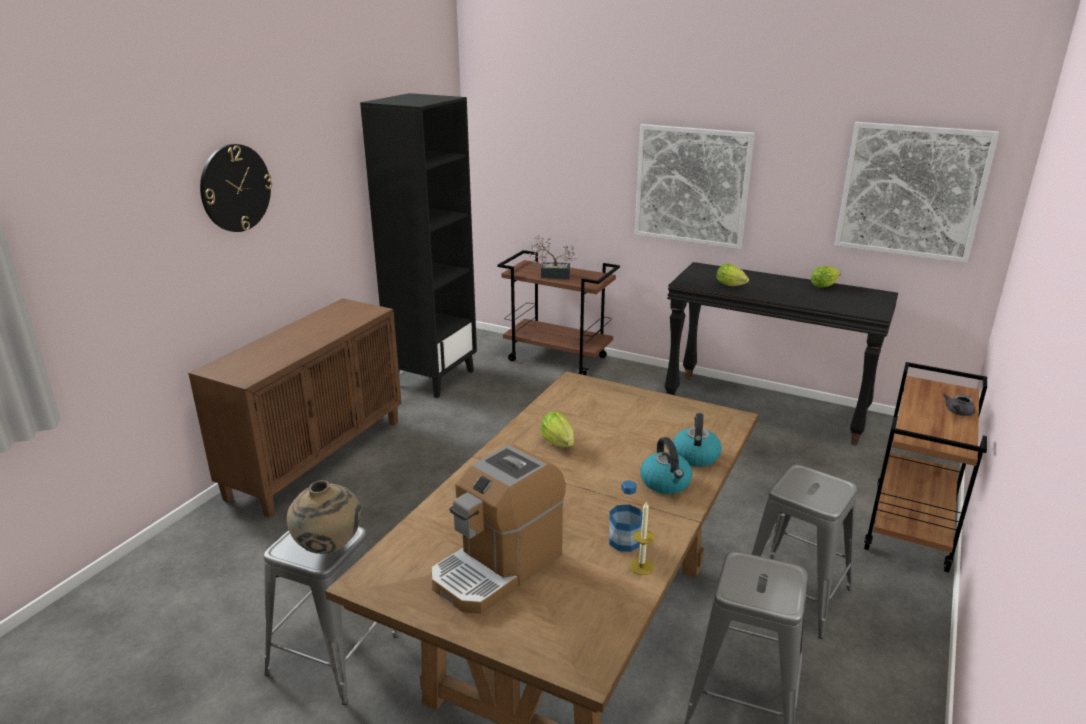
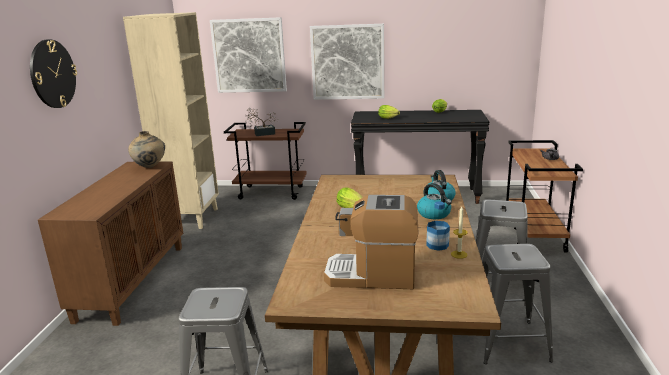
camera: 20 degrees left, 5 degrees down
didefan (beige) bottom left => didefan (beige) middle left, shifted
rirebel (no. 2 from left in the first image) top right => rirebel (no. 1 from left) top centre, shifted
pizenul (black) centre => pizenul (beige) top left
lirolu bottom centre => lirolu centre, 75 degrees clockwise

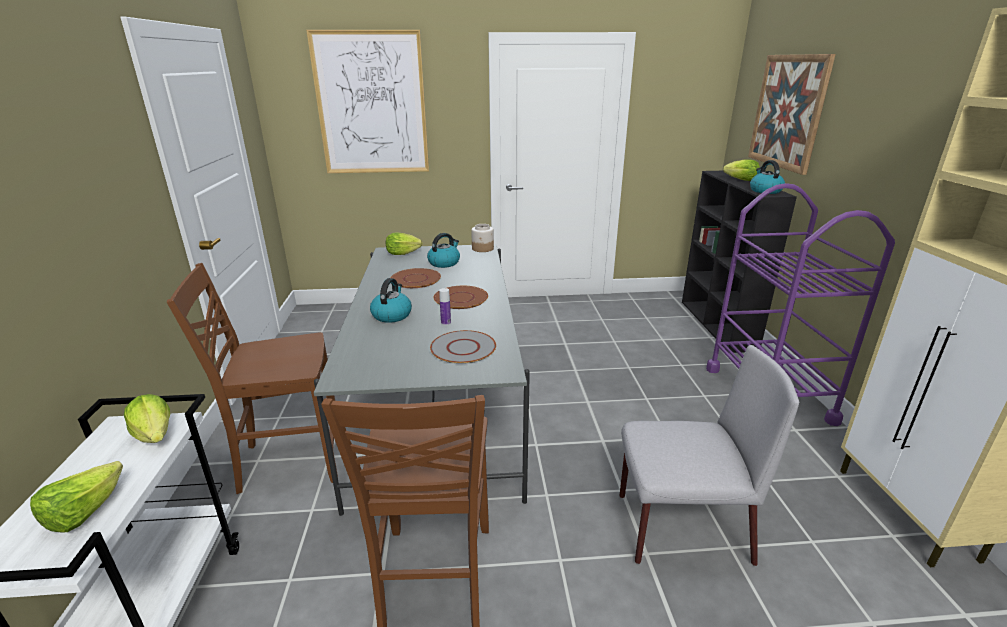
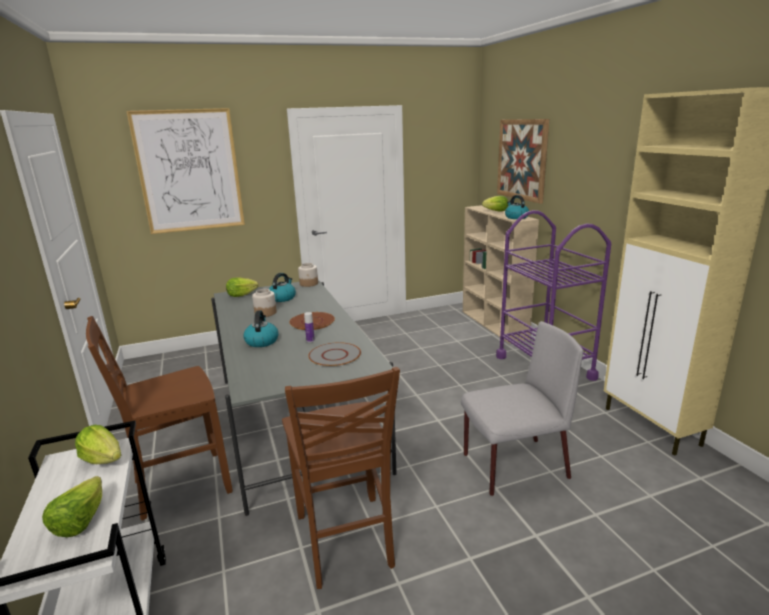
camera: 15 degrees left, 5 degrees down
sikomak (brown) (no. 1 from left) centre => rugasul (no. 1 from left) centre
pizenul (black) middle right => pizenul (beige) centre

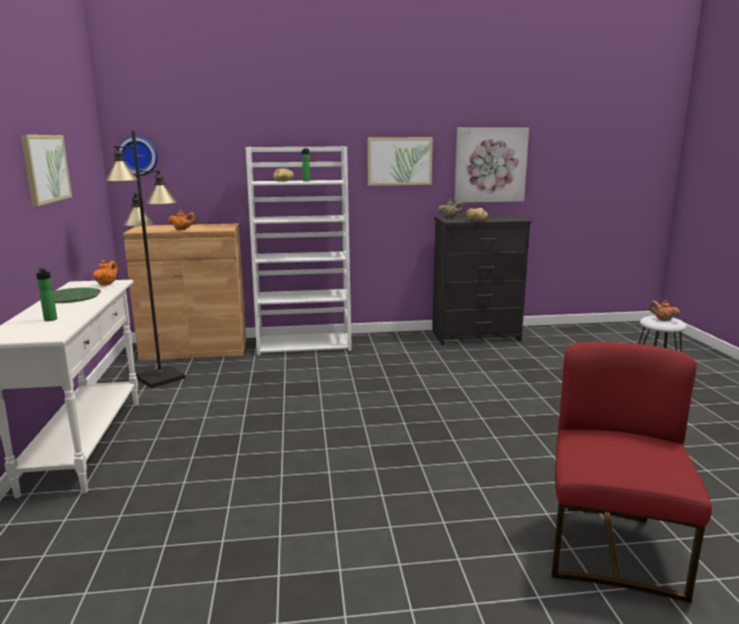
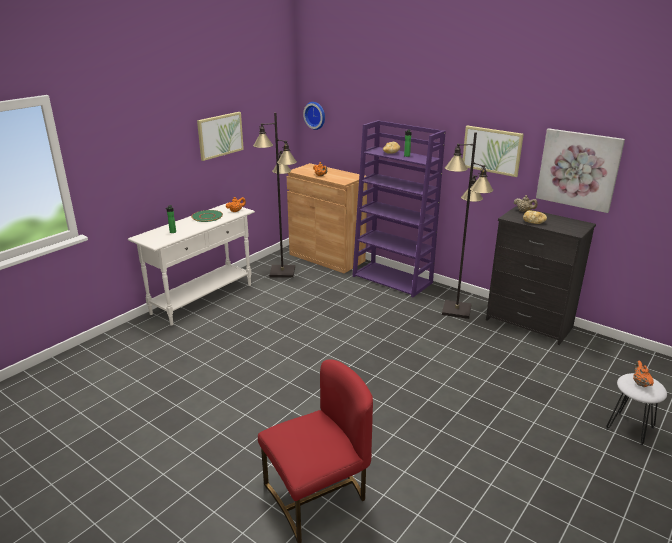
camera: 45 degrees right, 10 degrees up
nothing => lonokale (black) (no. 2 from left) middle right
pizenul (white) centre => pizenul (purple) centre

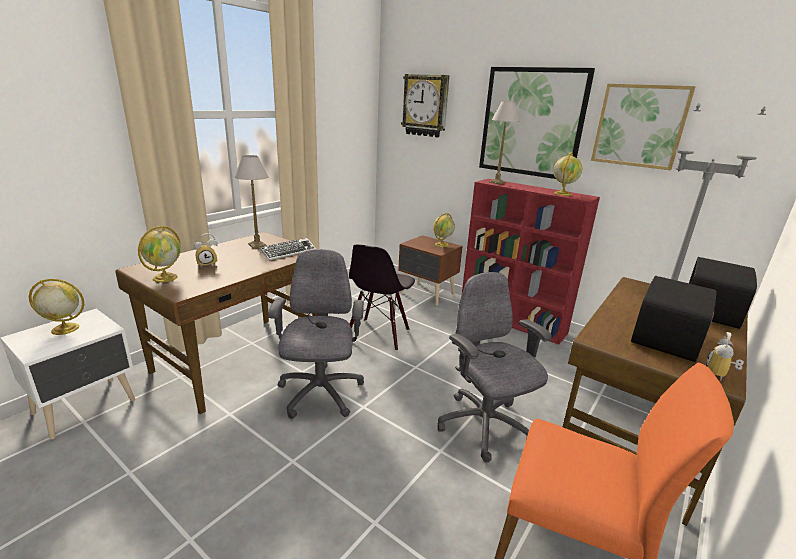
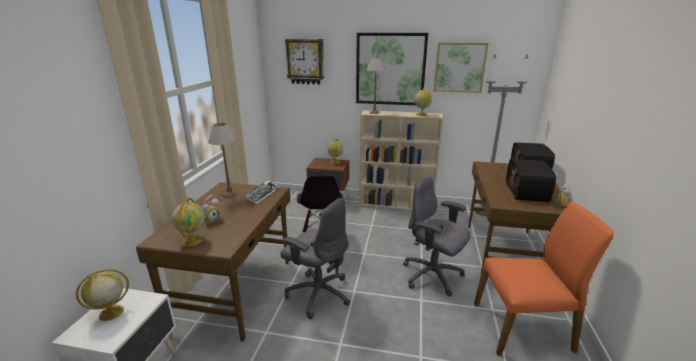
camera: 25 degrees left, 0 degrees up
pizenul (red) middle right => pizenul (beige) centre
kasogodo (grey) (no. 1 from left) centre => kasogodo (grey) (no. 1 from left) bottom centre, 150 degrees clockwise

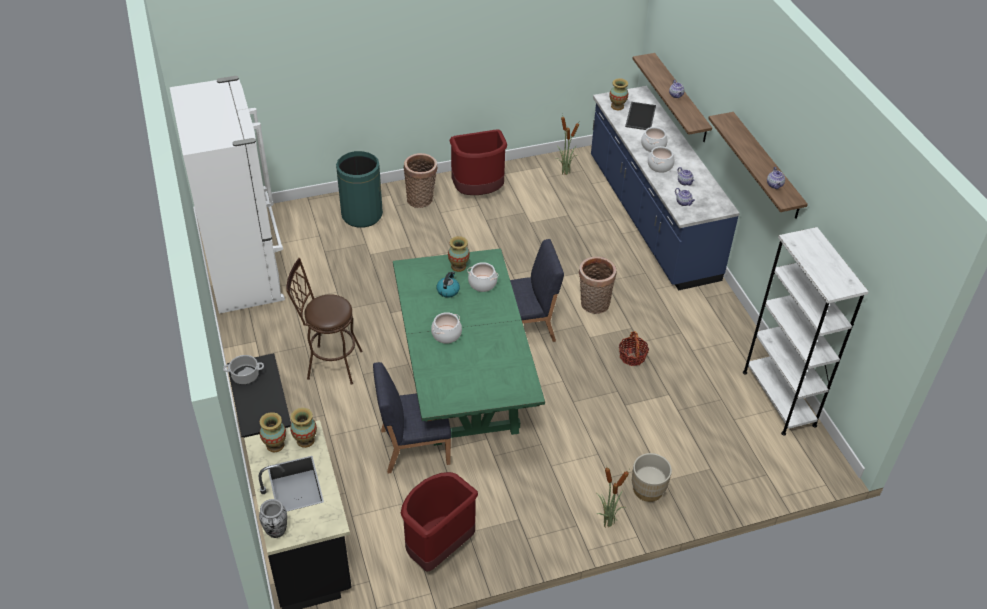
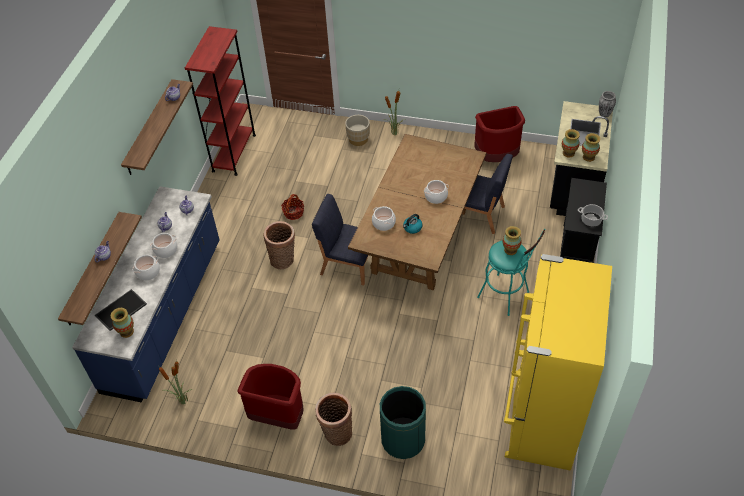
camera: 145 degrees left, 5 degrees up
didefan (no. 4 from left in the first image) centre => didefan (no. 2 from left) middle right, shifted
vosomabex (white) top left => vosomabex (yellow) bottom right
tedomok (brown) middle left => tedomok (turquoise) middle right
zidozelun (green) centre => zidozelun (brown) centre
pizenul (white) middle right => pizenul (red) top left

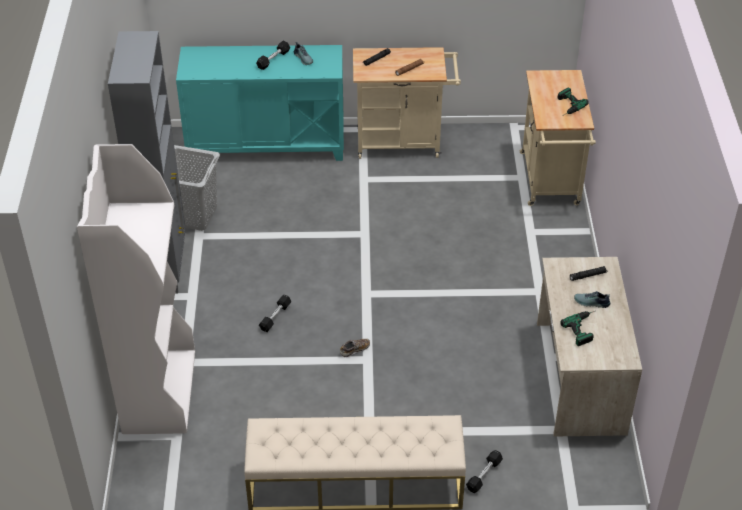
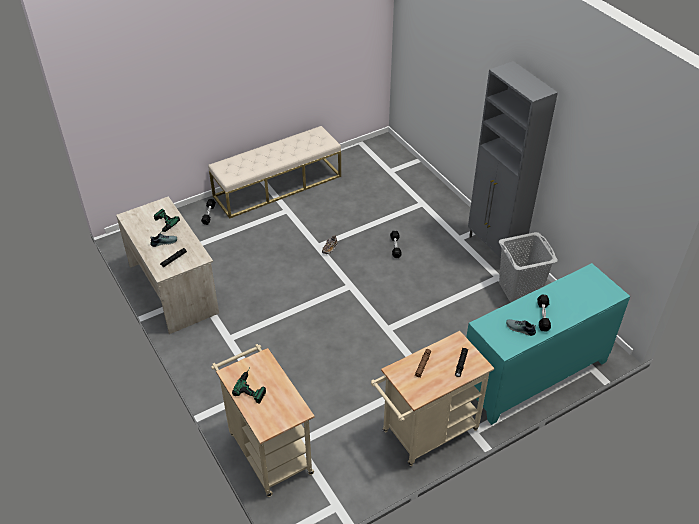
camera: 150 degrees right, 0 degrees up
pizenul (white) middle left => nothing

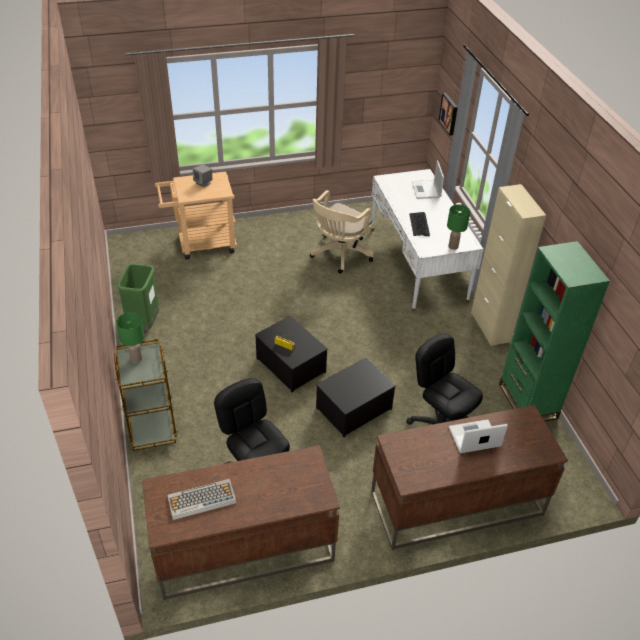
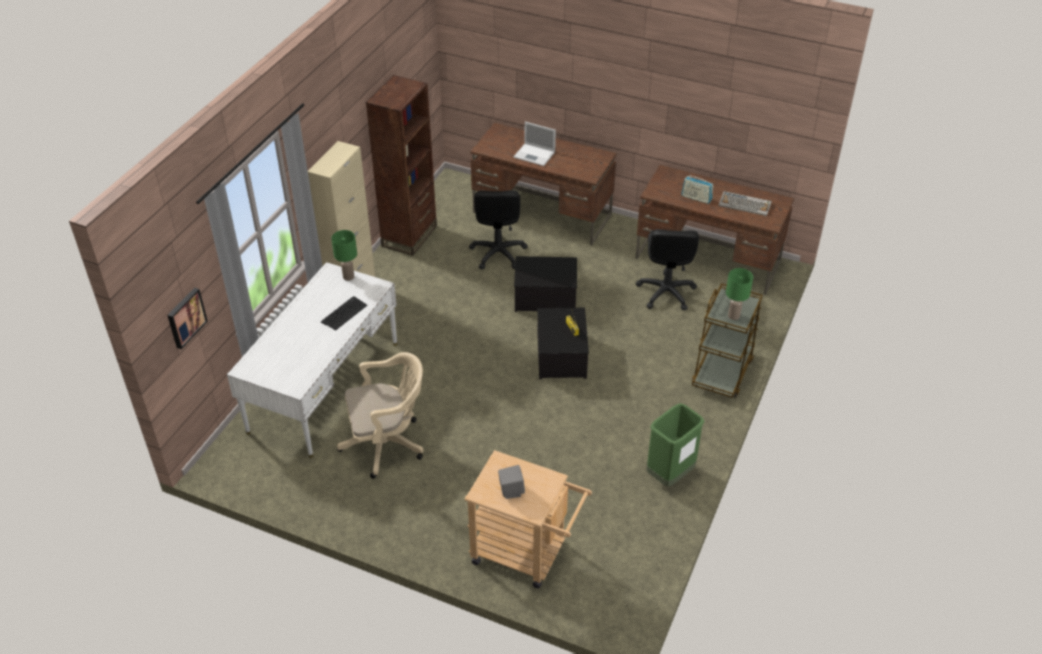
camera: 140 degrees left, 0 degrees up
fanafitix (no. 1 from left) top right => nothing
nothing => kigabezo (no. 2 from left) top right
pizenul (green) middle right => pizenul (brown) top centre

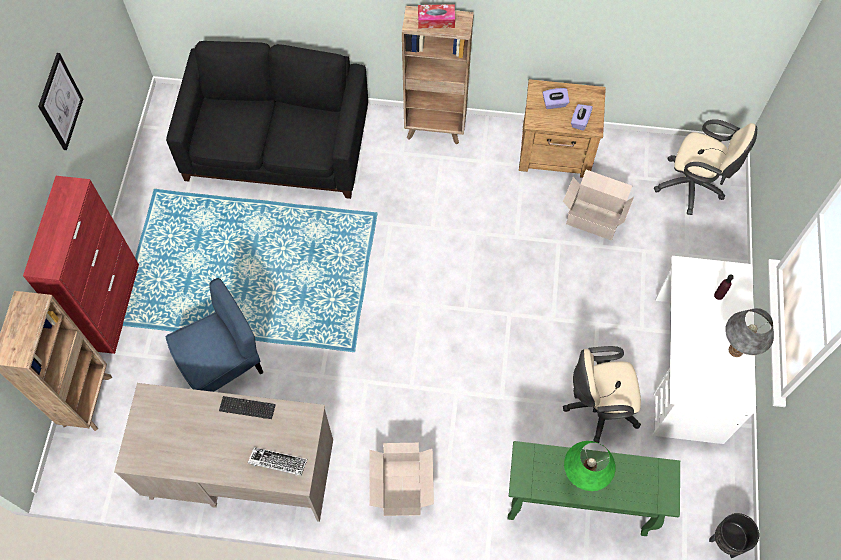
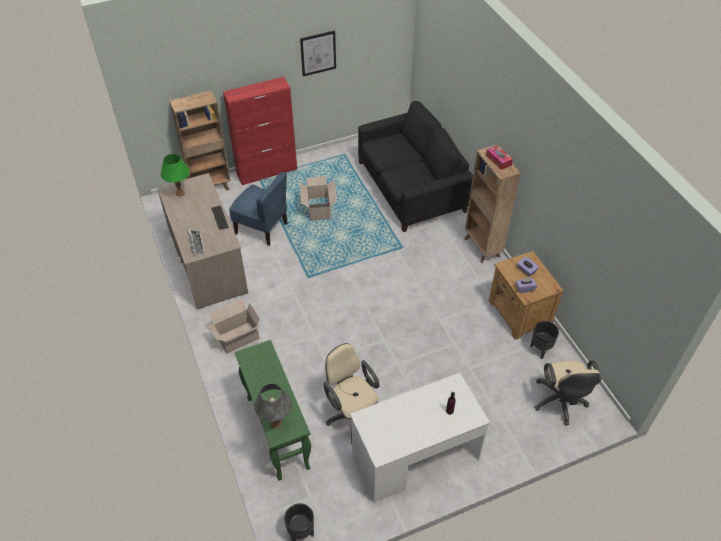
camera: 60 degrees right, 15 degrees down
nothing => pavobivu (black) (no. 2 from left) middle right
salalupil (no. 2 from left) middle right => salalupil (no. 2 from left) centre, shifted
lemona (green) bottom right => lemona (green) top left, shifted
lemona (grey) middle right => lemona (grey) bottom centre, shifted

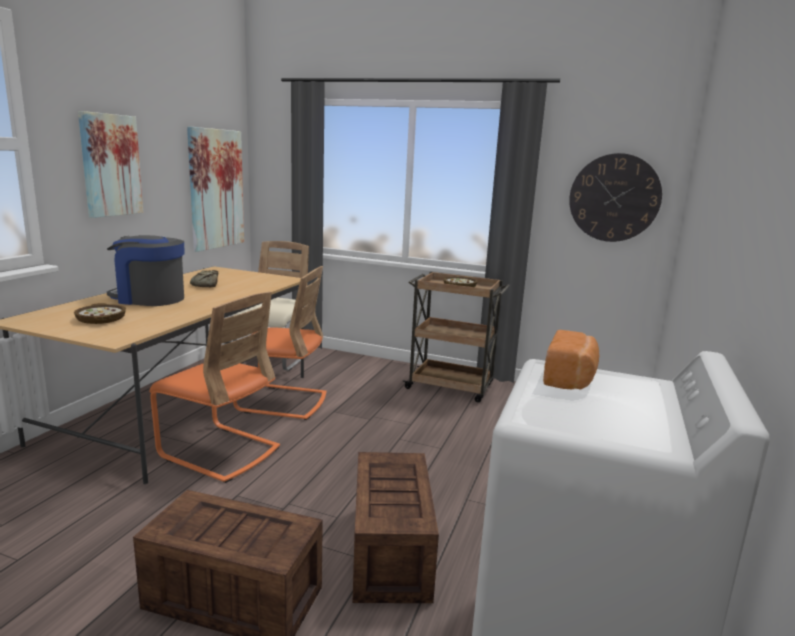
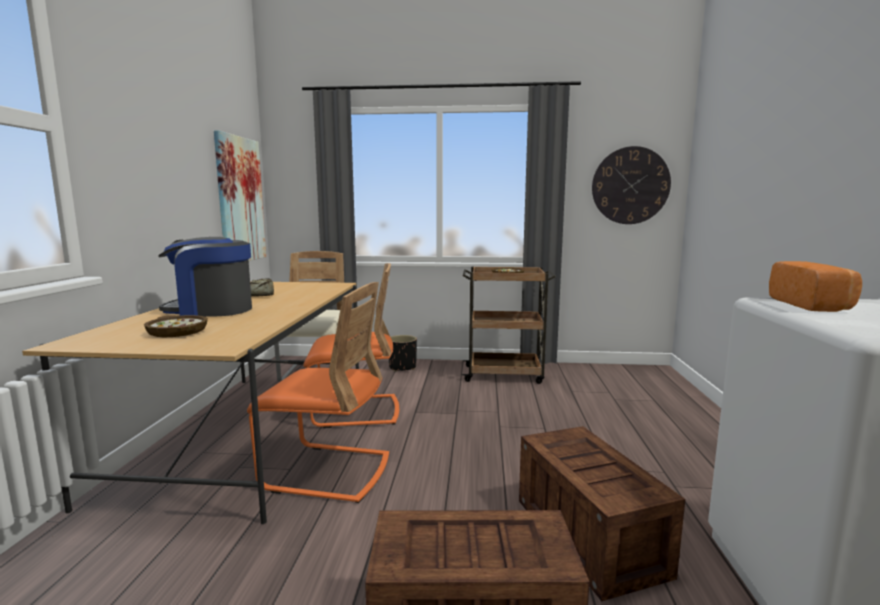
camera: 15 degrees left, 5 degrees down
rirebel (no. 1 from left) top left => nothing
nothing => pavobivu (black) centre

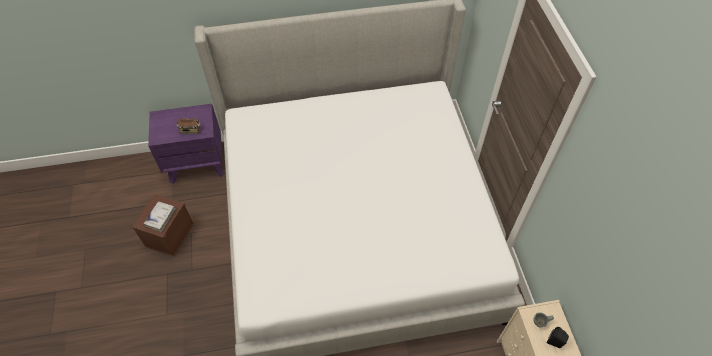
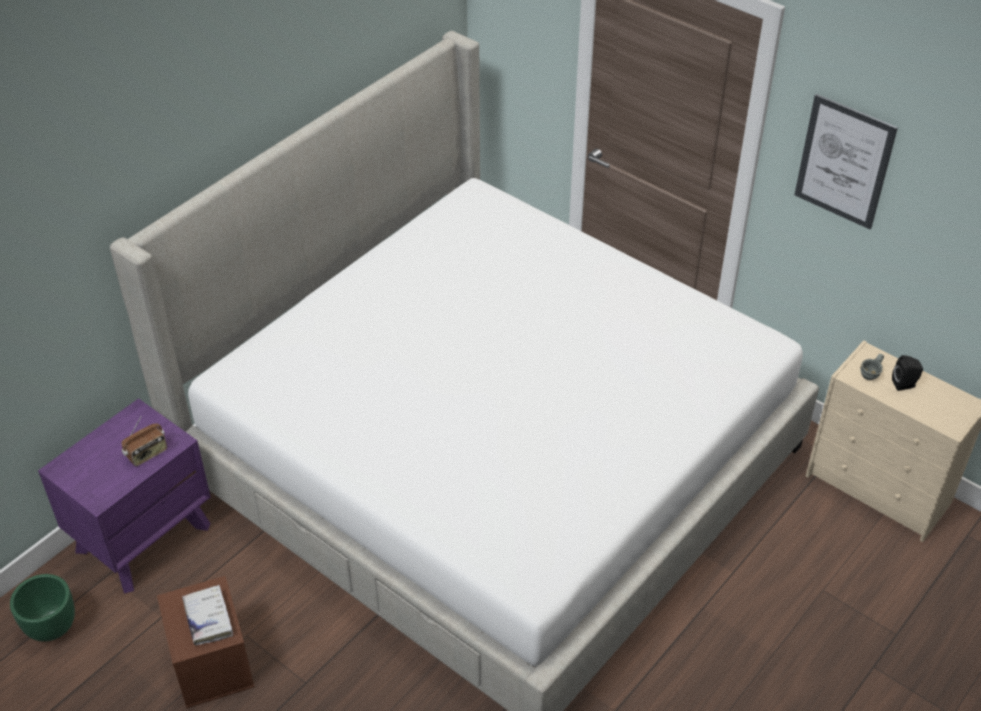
camera: 40 degrees left, 10 degrees down
nothing => pavobivu (green) bottom left
nothing => rirebel top right

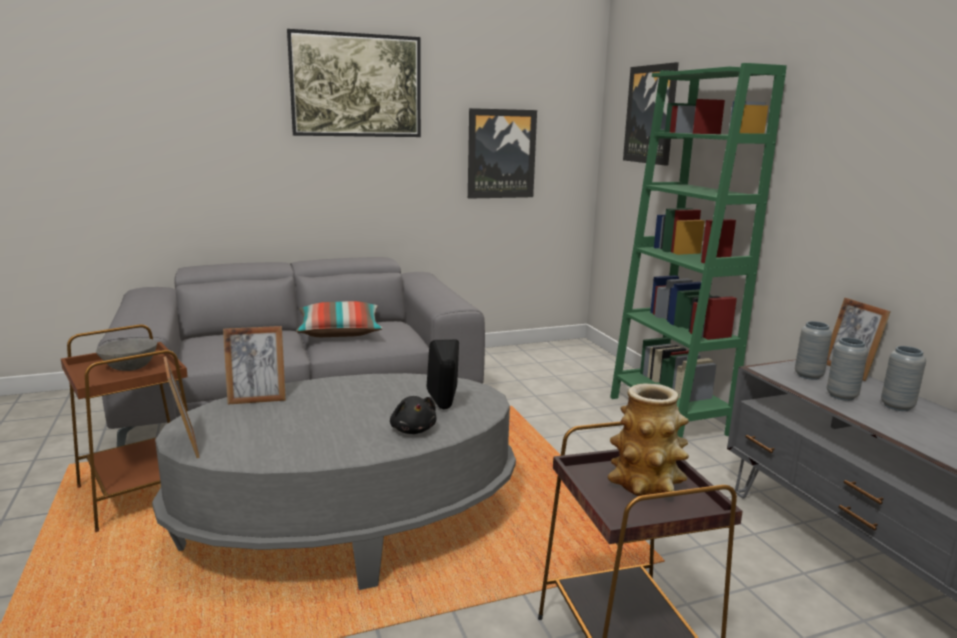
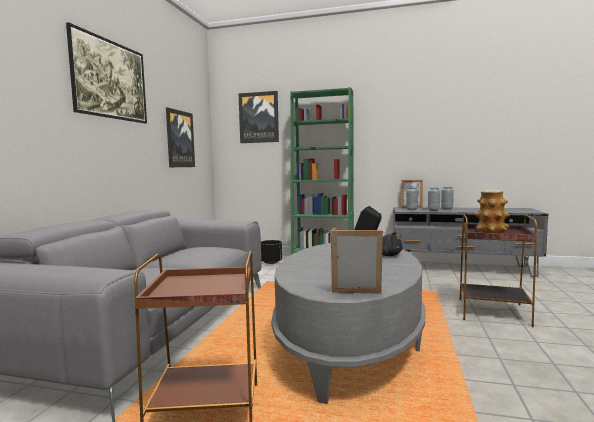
camera: 55 degrees left, 10 degrees down
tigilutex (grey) middle left => nothing
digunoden (no. 2 from left) middle left => nothing
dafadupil centre => nothing
nothing => pavobivu (black) centre

